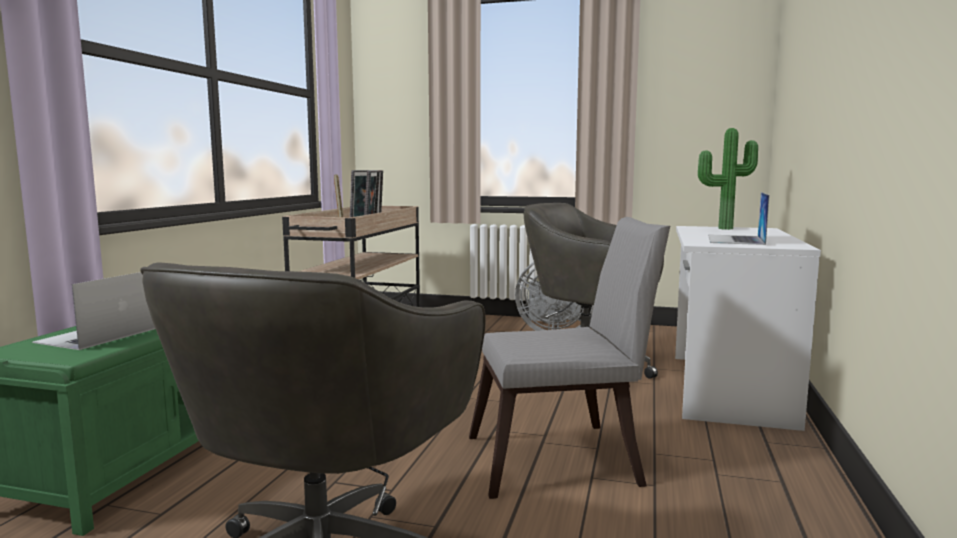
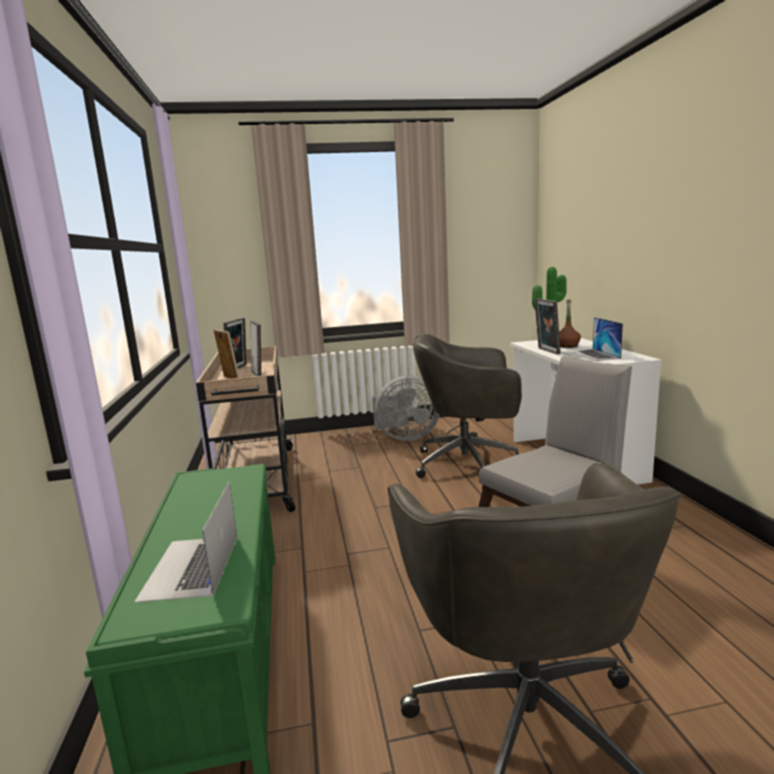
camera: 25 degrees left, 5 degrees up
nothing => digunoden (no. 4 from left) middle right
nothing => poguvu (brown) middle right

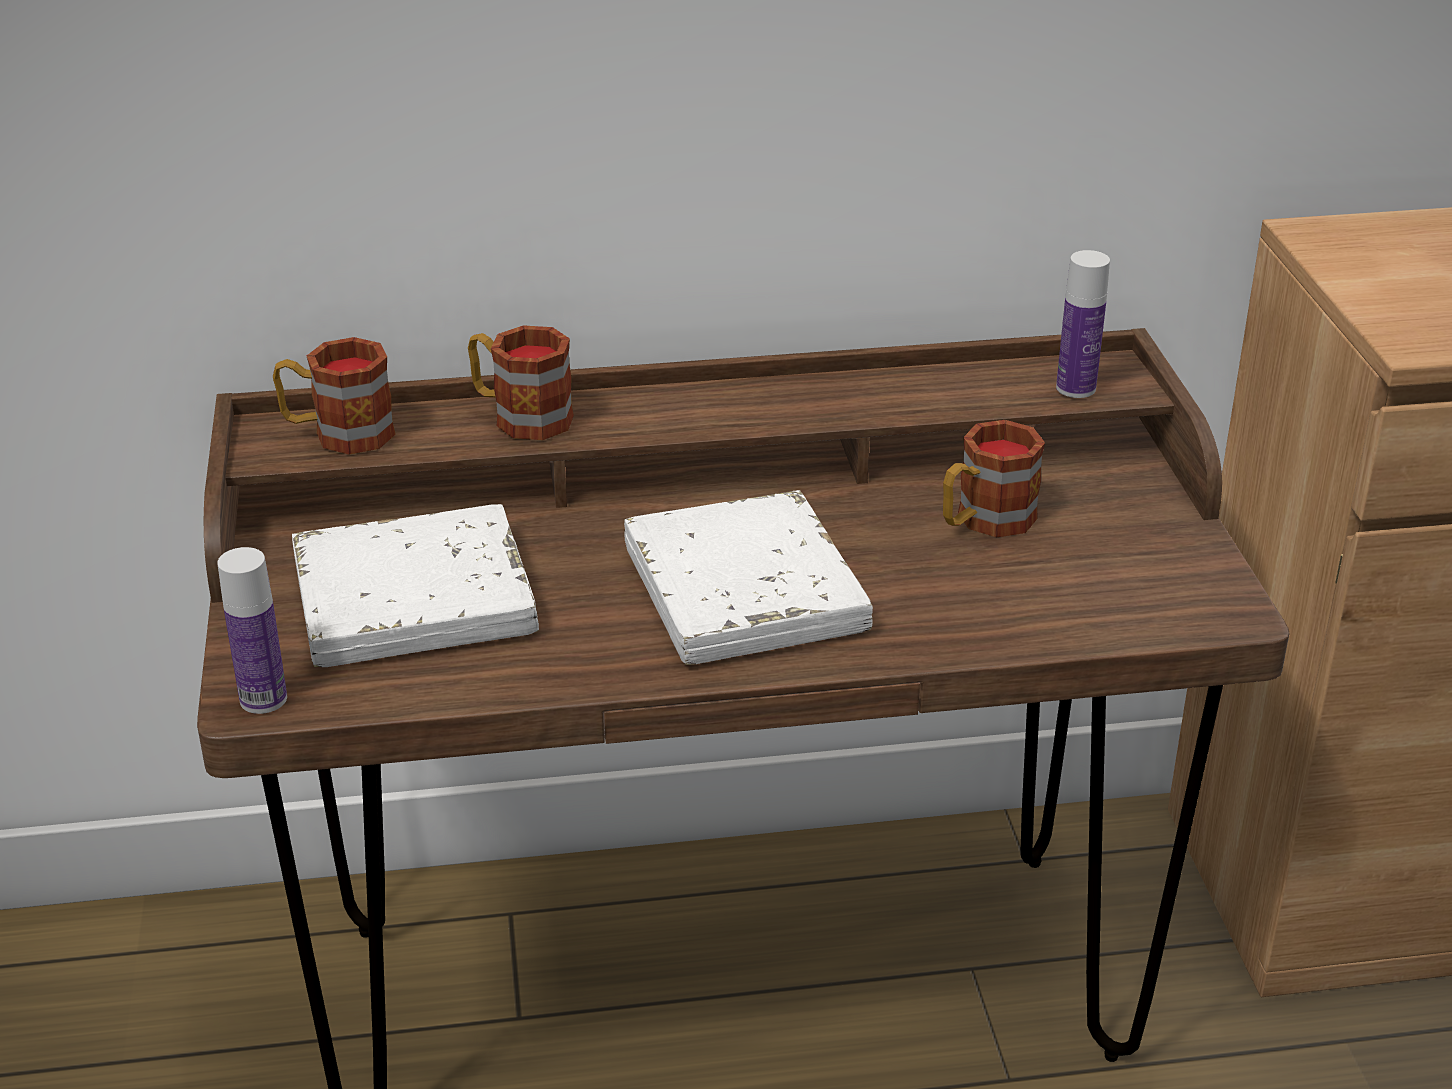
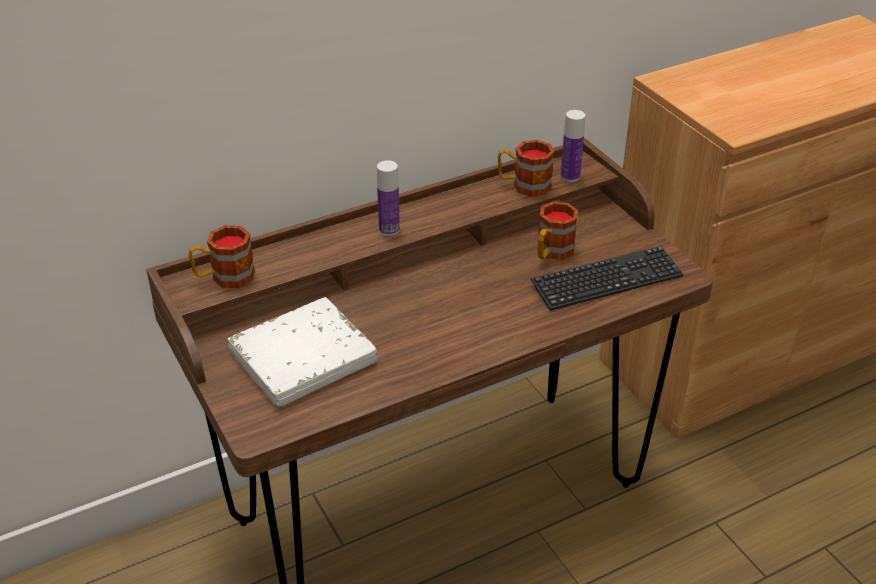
camera: 20 degrees left, 5 degrees up
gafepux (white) (no. 2 from left) centre => nothing
nothing => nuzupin middle right
poguvu (no. 1 from left) middle left => poguvu (no. 1 from left) centre, shifted
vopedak (no. 2 from left) centre => vopedak (no. 2 from left) top centre, shifted

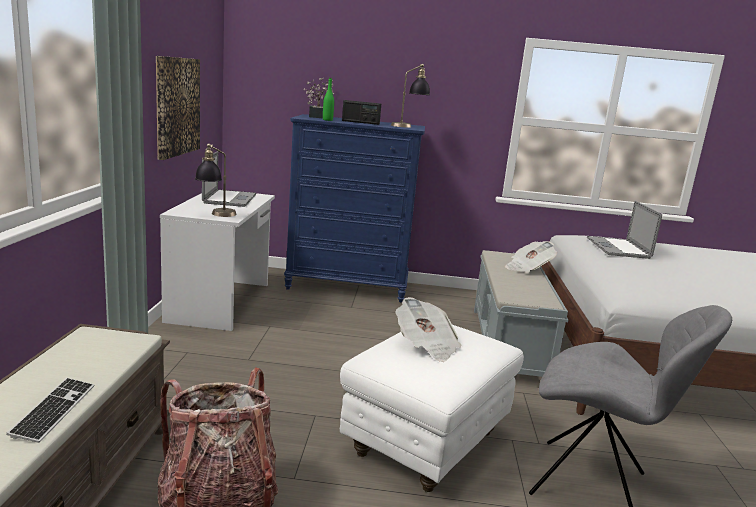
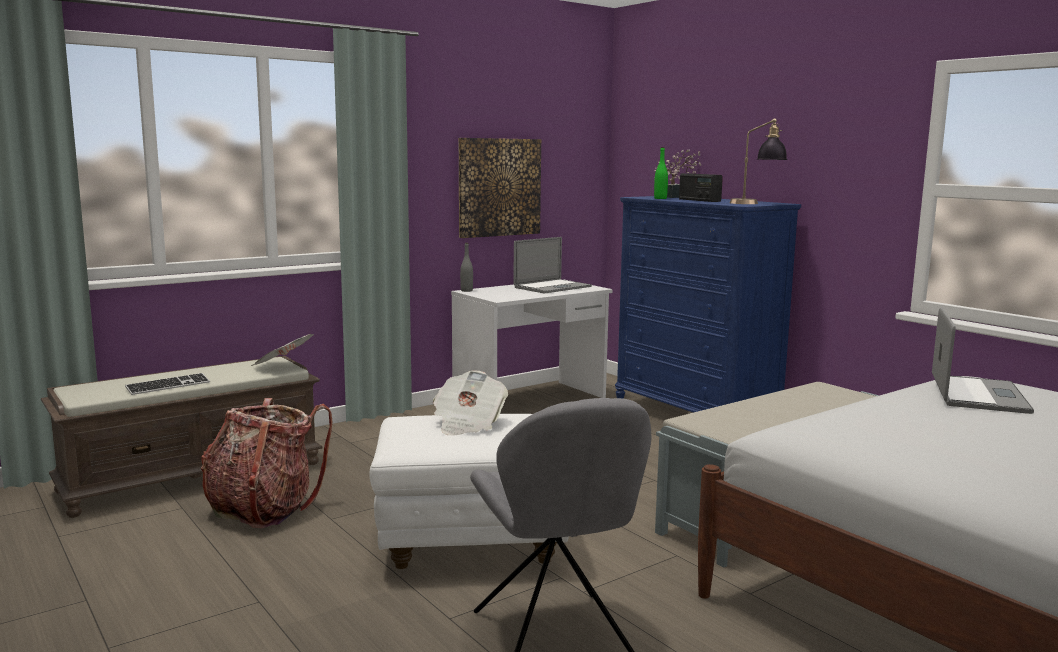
camera: 50 degrees right, 5 degrees down
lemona (no. 1 from left) middle left => nothing
nothing => poguvu (grey) centre
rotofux (no. 2 from left in the first image) middle right => rotofux (no. 1 from left) middle left, shifted
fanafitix (no. 2 from left) middle right, 150 degrees clockwise

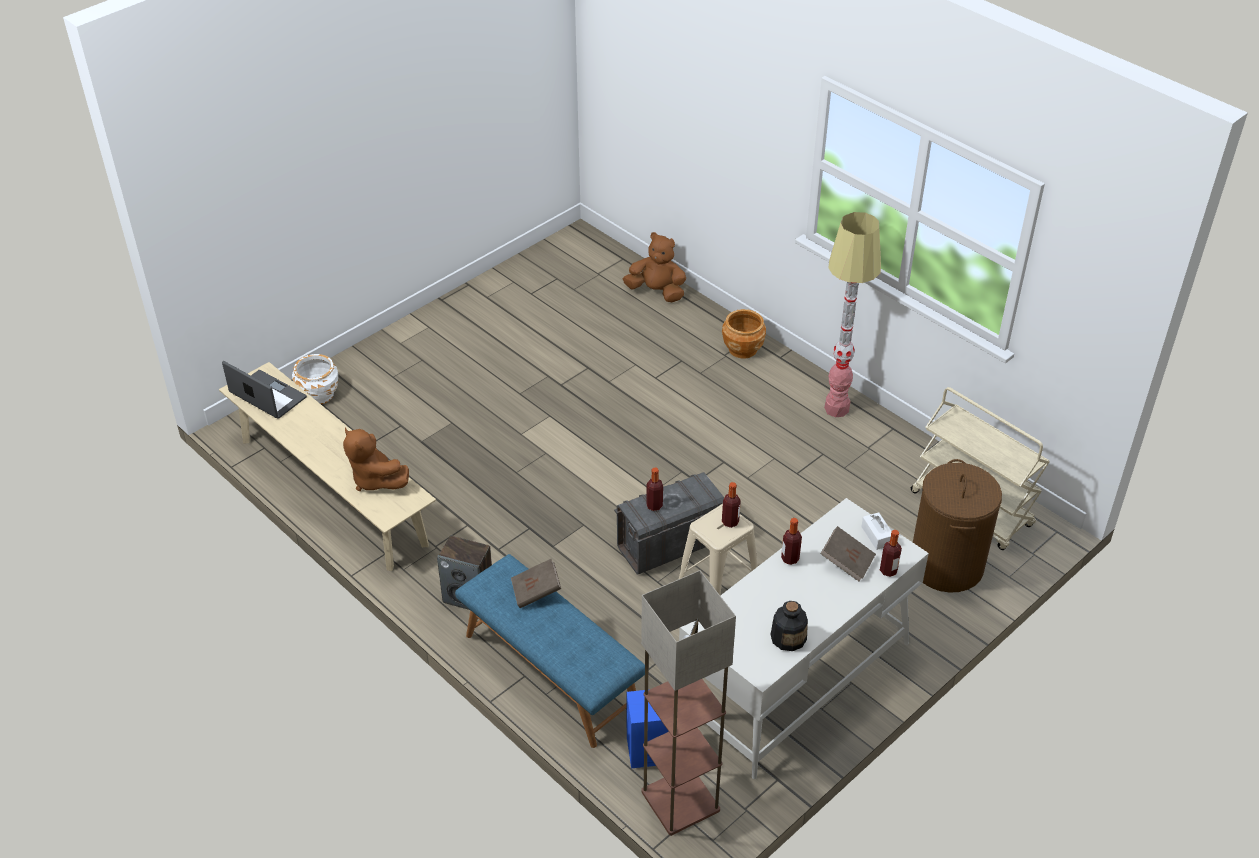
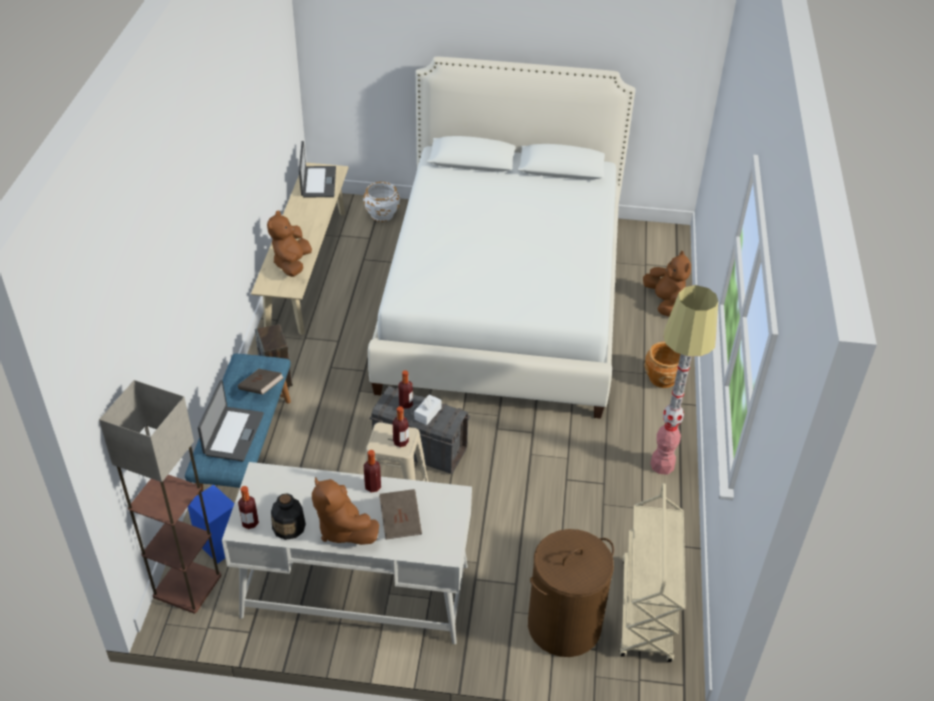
camera: 50 degrees right, 0 degrees up
nothing => fanafitix (no. 1 from left) middle left
nothing => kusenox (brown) (no. 2 from left) bottom centre
nothing => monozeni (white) centre
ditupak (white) middle right => ditupak (white) centre, shifted
poguvu (no. 5 from left in the first image) middle right => poguvu (no. 1 from left) bottom left, shifted

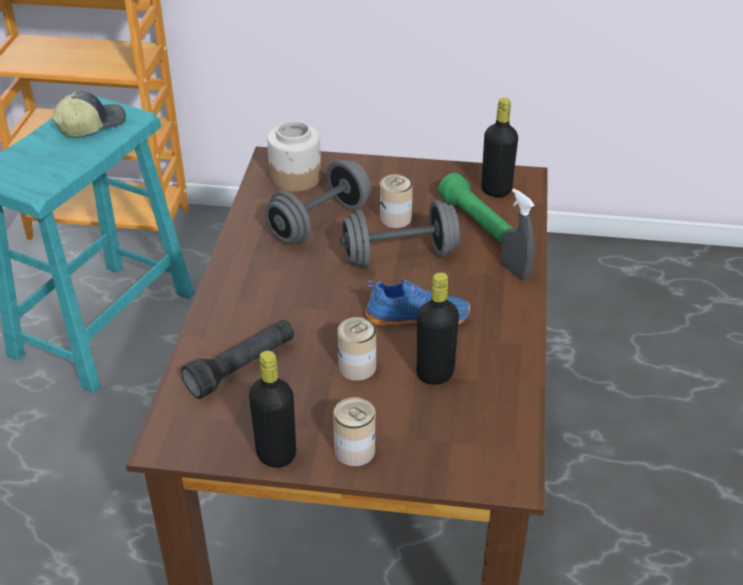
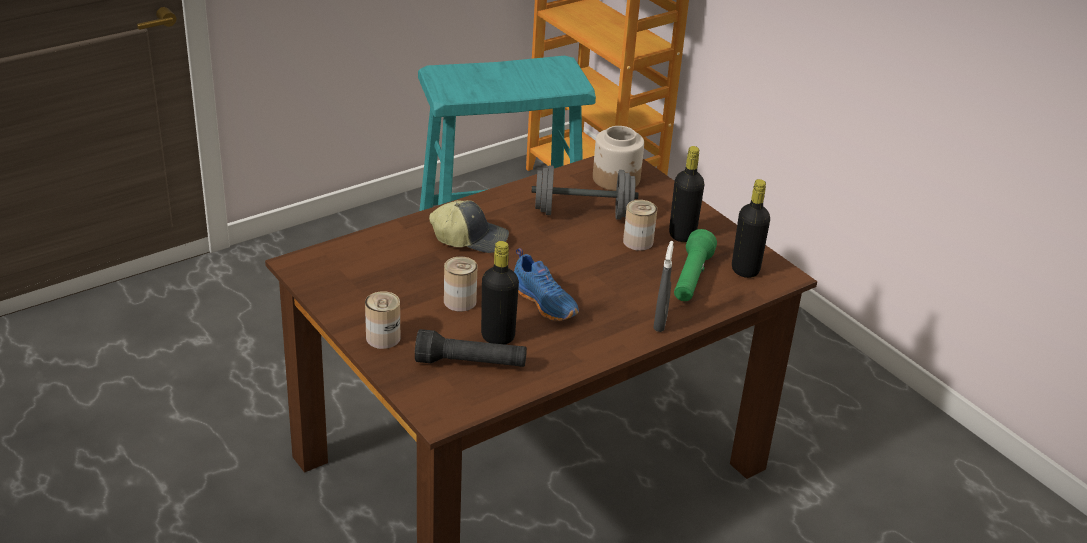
camera: 45 degrees right, 5 degrees down
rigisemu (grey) (no. 2 from left) centre => nothing
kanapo top left => kanapo centre, shifted
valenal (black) middle left => valenal (black) centre, shifted
poguvu (black) (no. 1 from left in the first image) bottom centre => poguvu (black) (no. 2 from left) centre, shifted

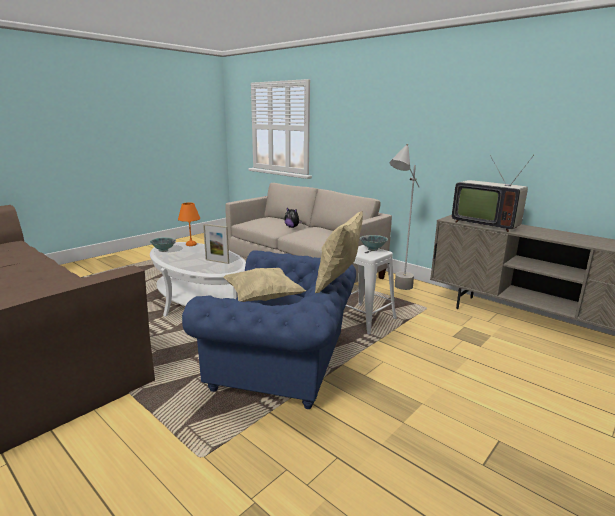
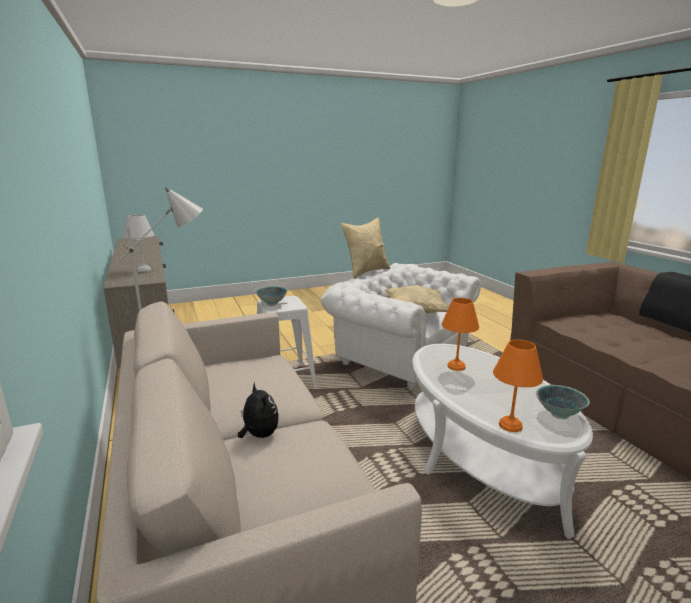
camera: 155 degrees left, 0 degrees up
digunoden centre => lemona (orange) (no. 1 from left) centre
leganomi middle right => lemona (white) middle left
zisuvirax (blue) centre => zisuvirax (white) centre

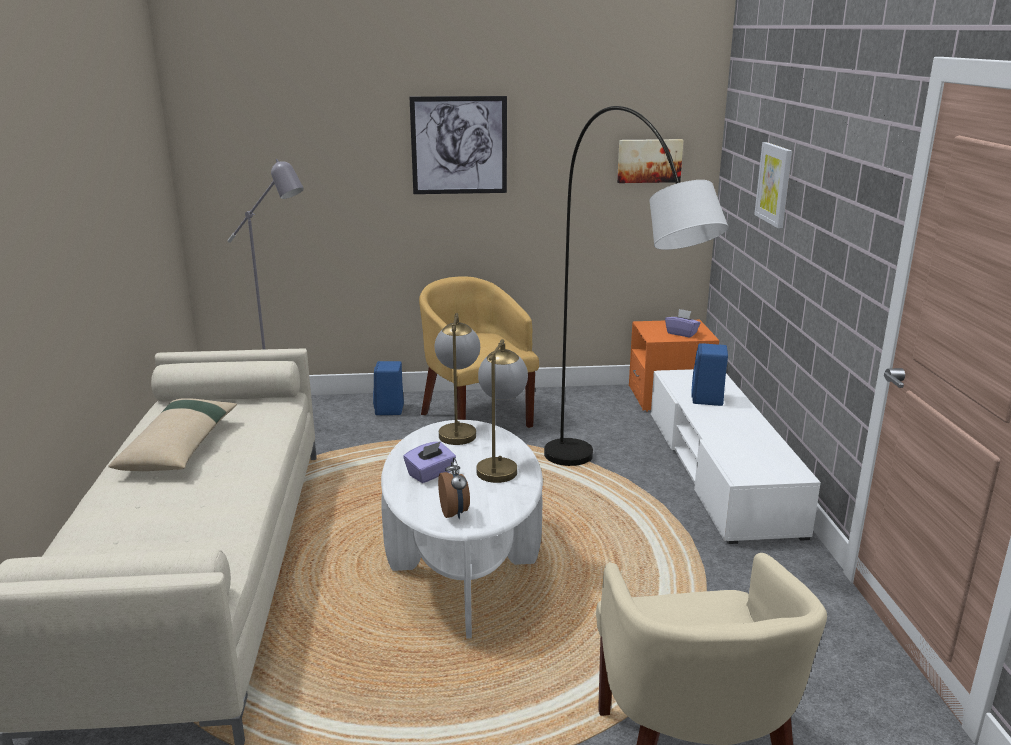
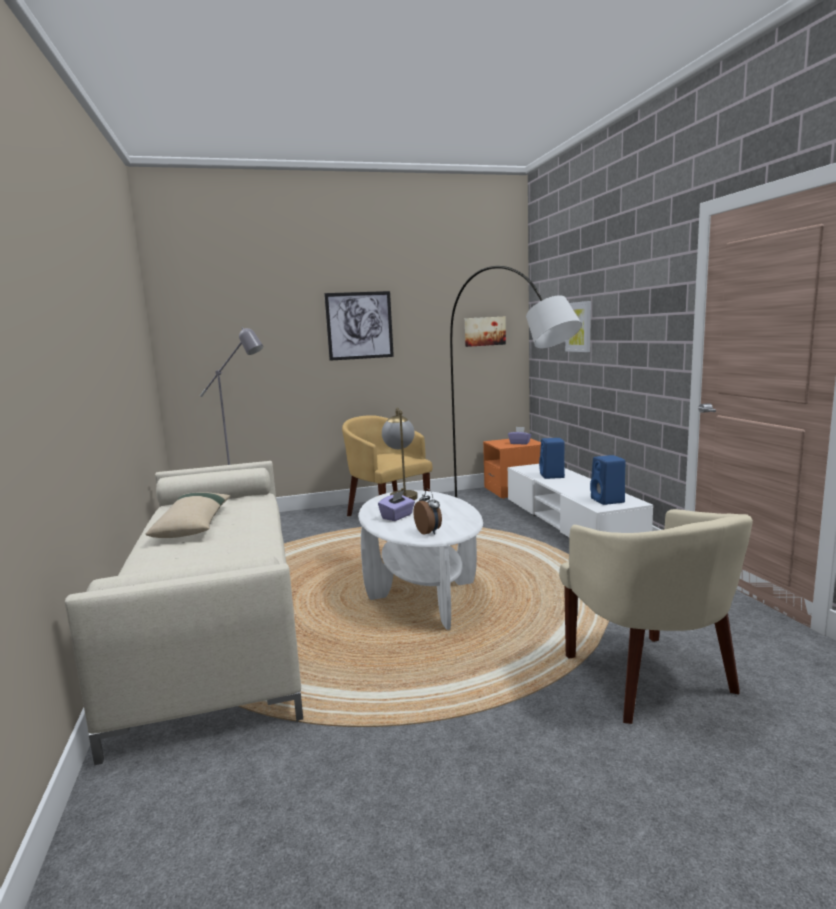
camera: 10 degrees left, 10 degrees down
lemona (no. 2 from left) centre => nothing
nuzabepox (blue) (no. 1 from left in the first image) centre => nuzabepox (blue) (no. 2 from left) middle right, shifted

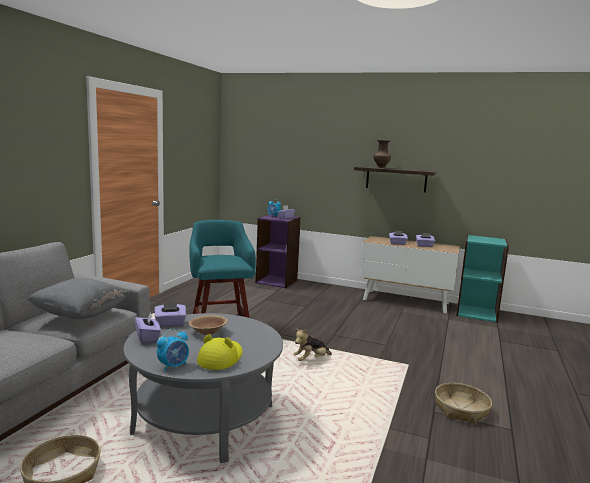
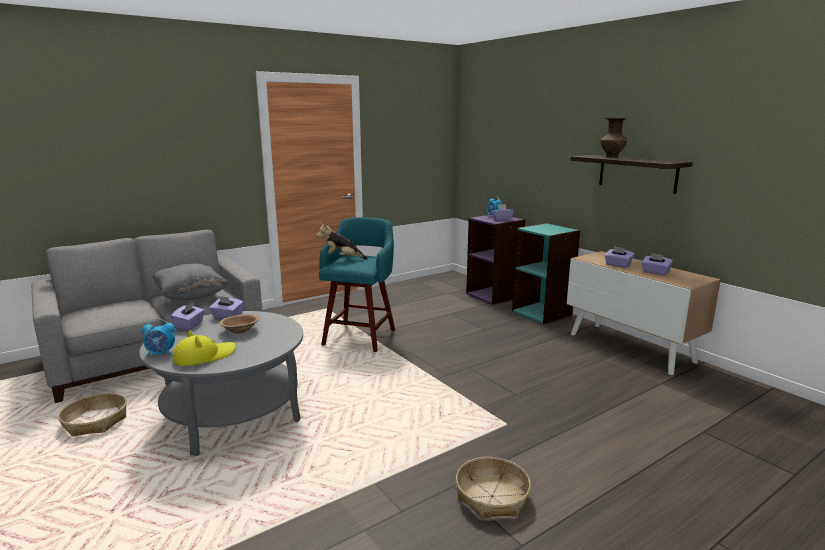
camera: 35 degrees right, 5 degrees up
kusenox bottom centre => kusenox centre, shifted
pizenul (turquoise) middle right => pizenul (turquoise) centre, shifted

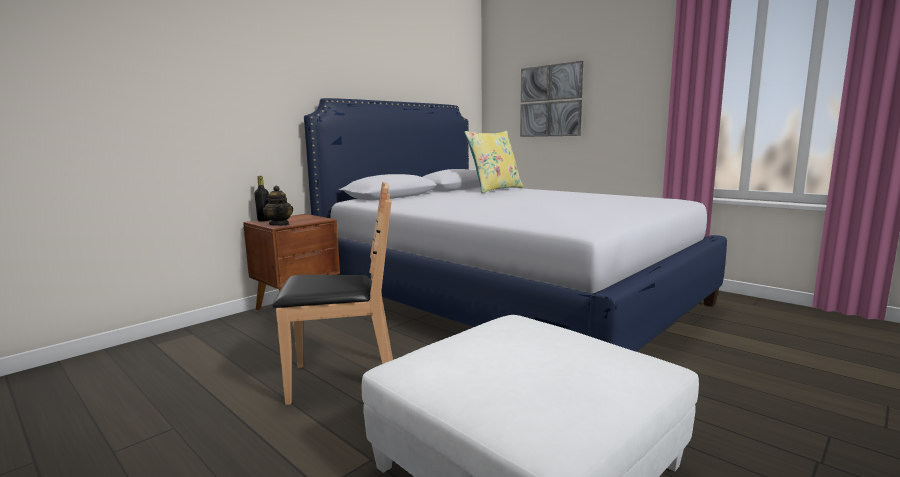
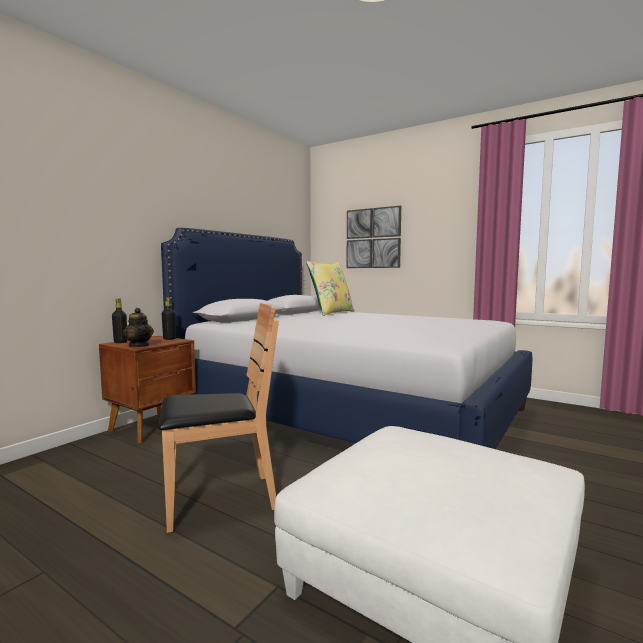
camera: 10 degrees left, 5 degrees down
nothing => poguvu (black) (no. 2 from left) middle left

